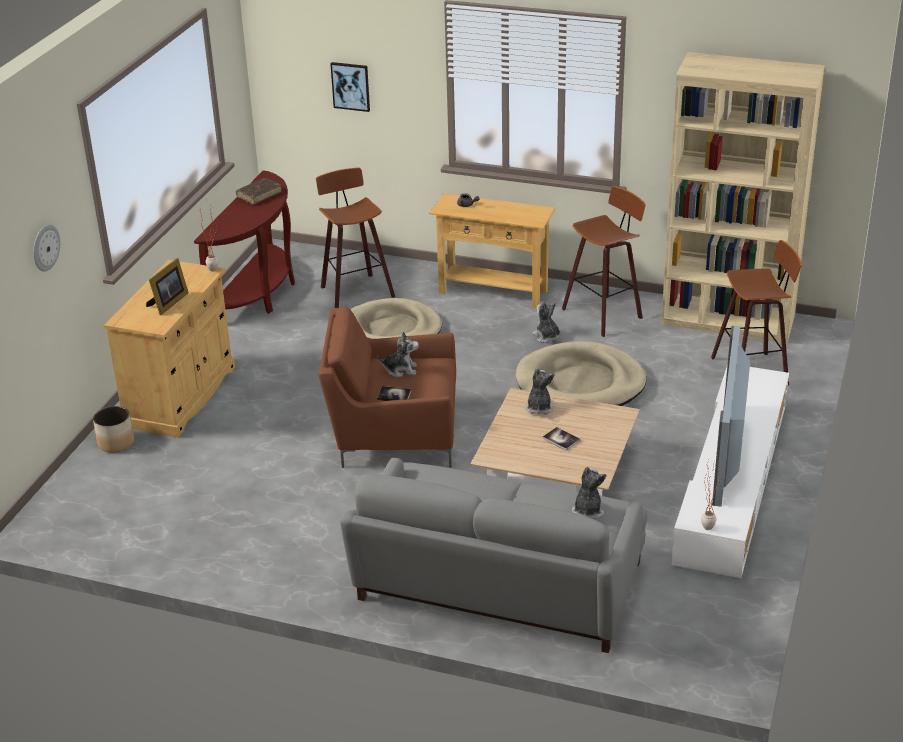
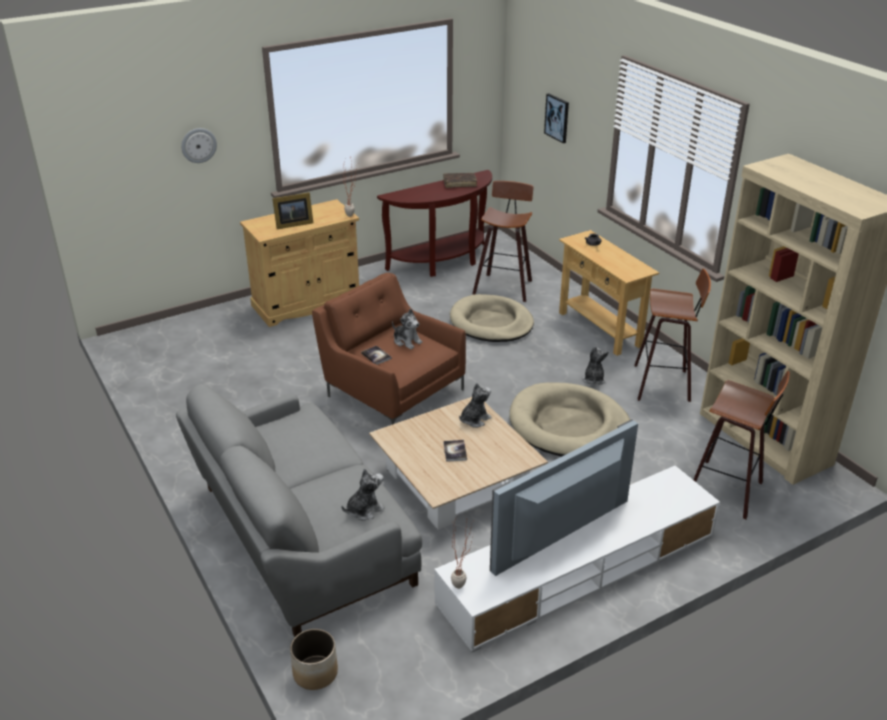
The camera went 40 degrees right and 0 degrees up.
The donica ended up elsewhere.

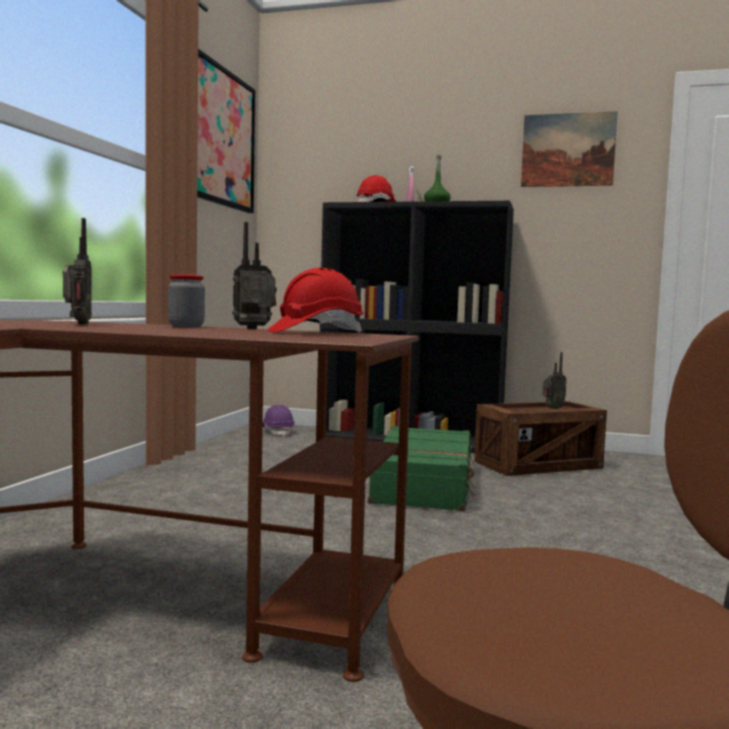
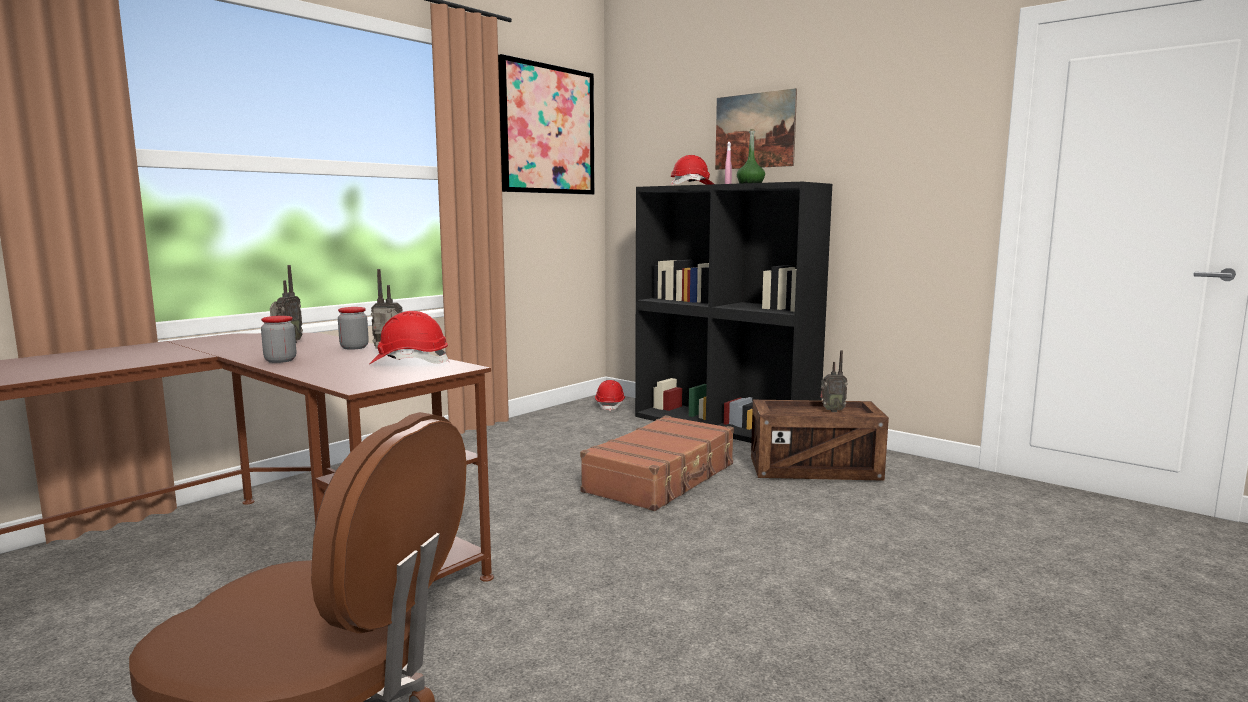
The camera went 25 degrees right and 5 degrees up.
The obraz (2nd from left) ended up elsewhere.
What was the kask [fioletowy] turned into the kask [czerwony] (2nd from left).
What was the walizka [zielony] turned into the walizka [brązowy].
The second view gained the słoik (1st from left).

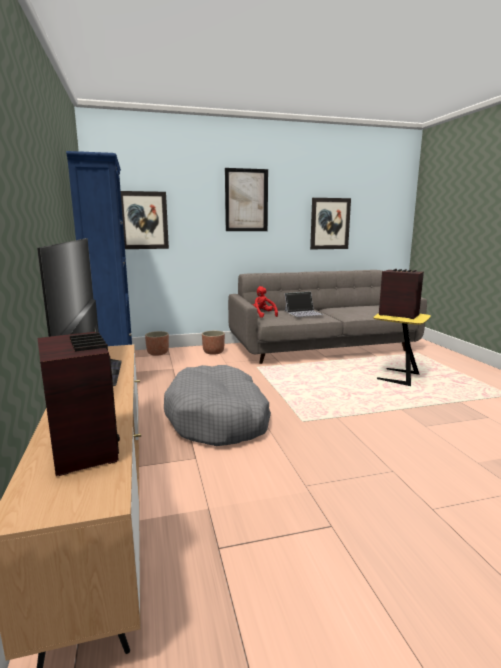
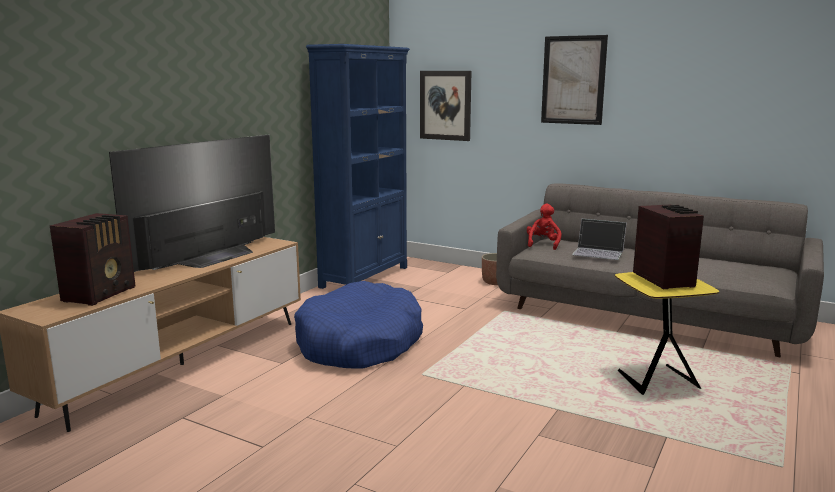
The camera went 45 degrees right and 0 degrees up.
The second view lost the obraz (3rd from left).
The second view lost the donica (1st from left).
What was the legowisko [szary] turned into the legowisko [niebieski].

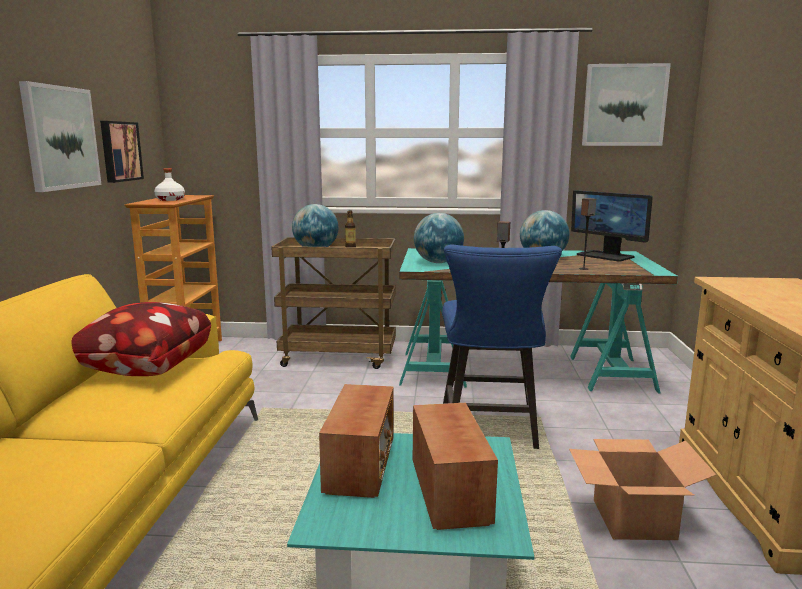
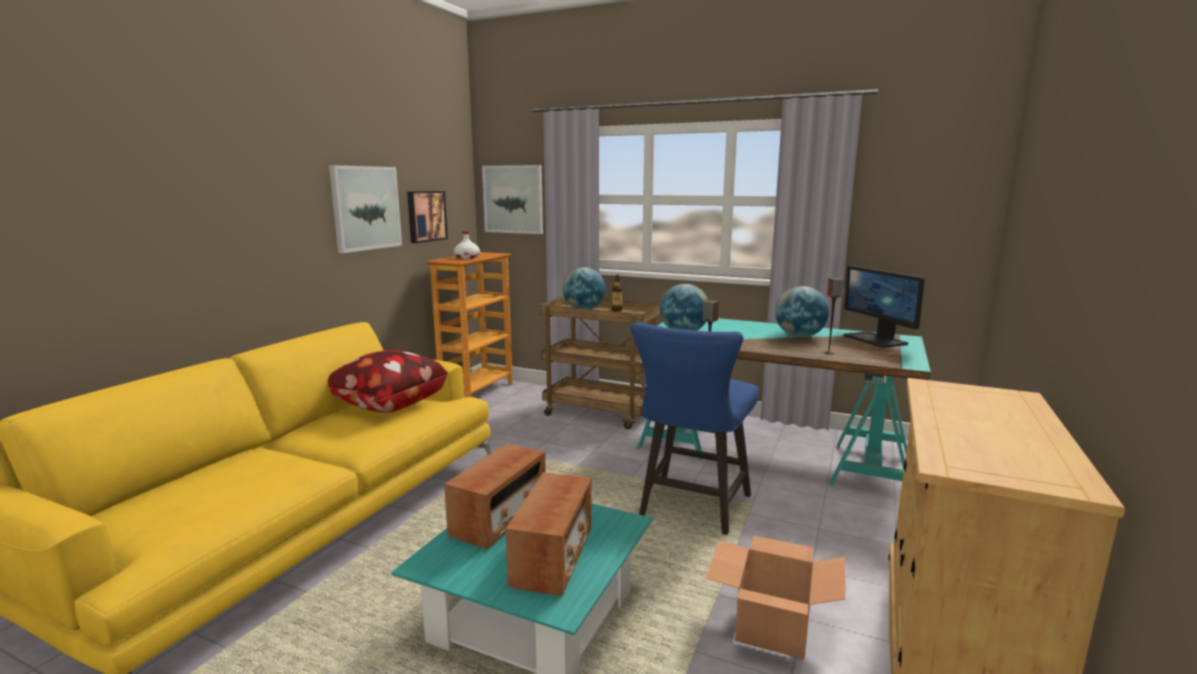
The camera went 20 degrees right and 0 degrees up.
The obraz (3rd from left) ended up elsewhere.

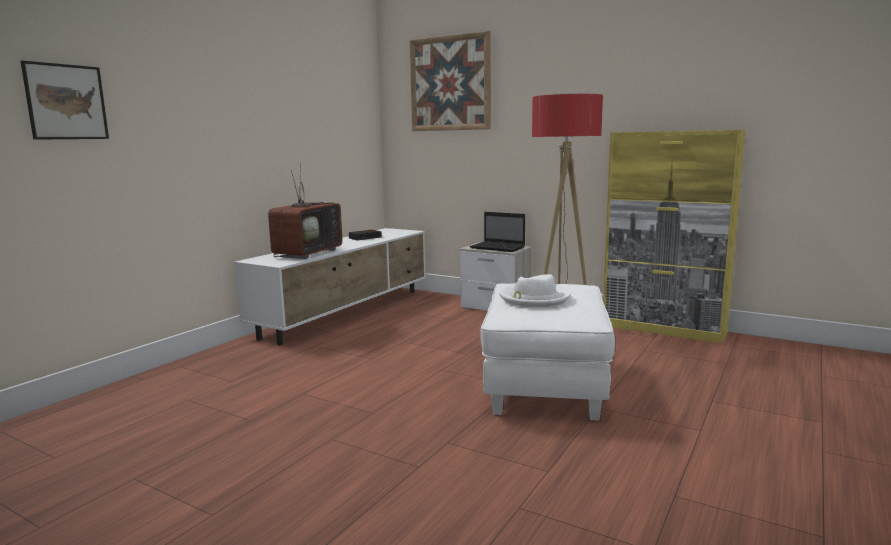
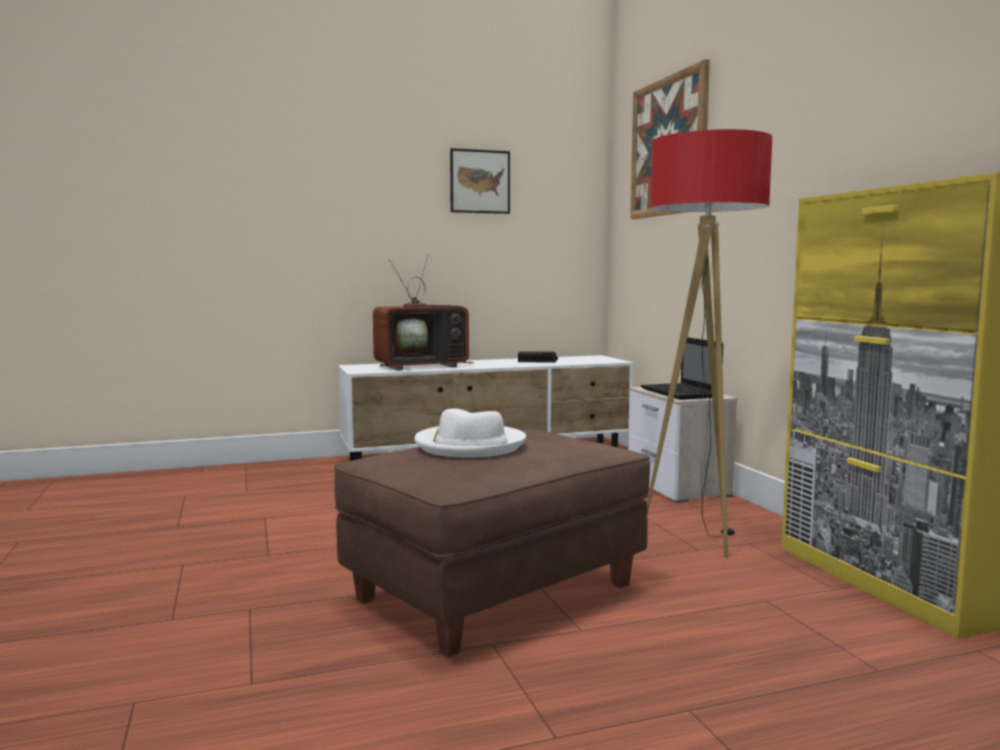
The camera went 40 degrees right and 5 degrees down.
The obraz (1st from left) ended up elsewhere.
What was the pufa [biały] turned into the pufa [brązowy].

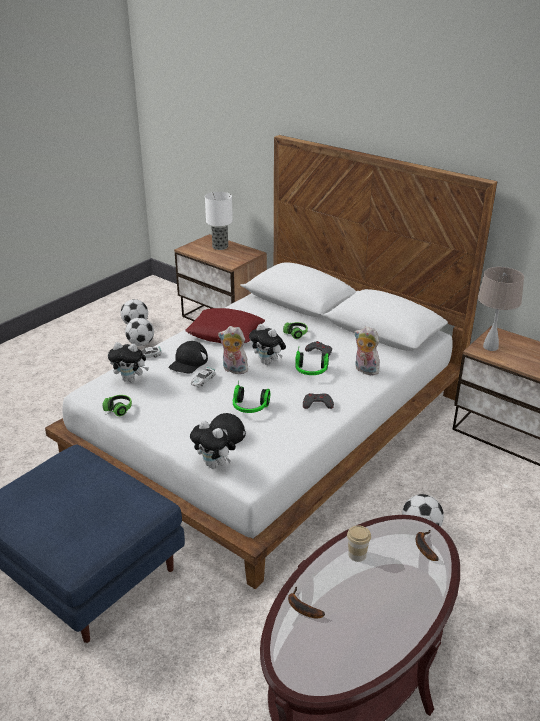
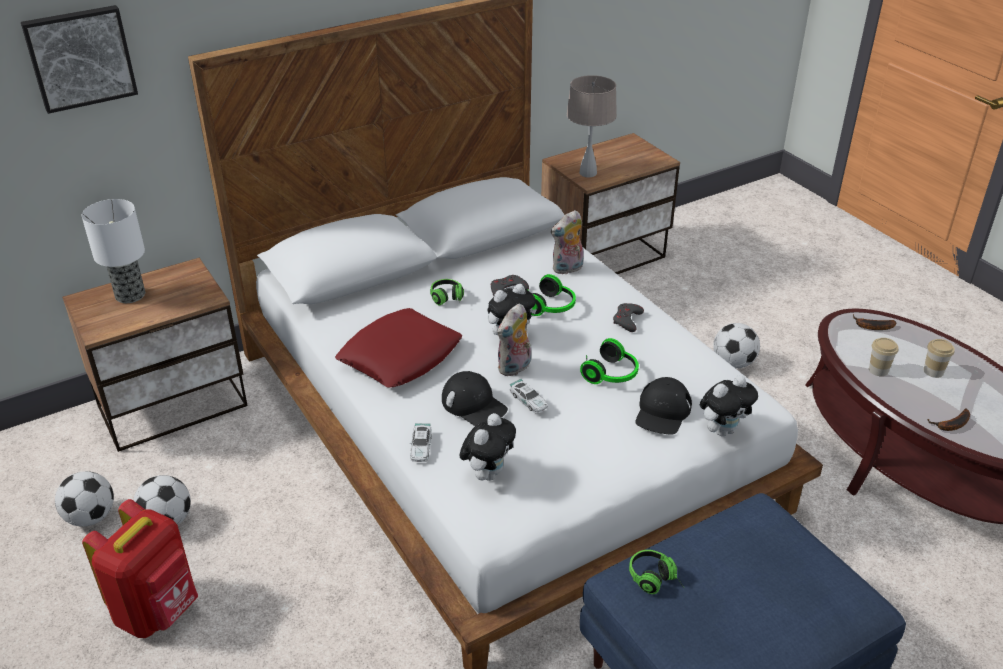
The camera went 70 degrees left and 5 degrees up.
The słuchawki (1st from left in the first image) ended up elsewhere.
The second view gained the obraz.
The second view gained the filiżanka (2nd from left).
The second view gained the plecak [czerwony].

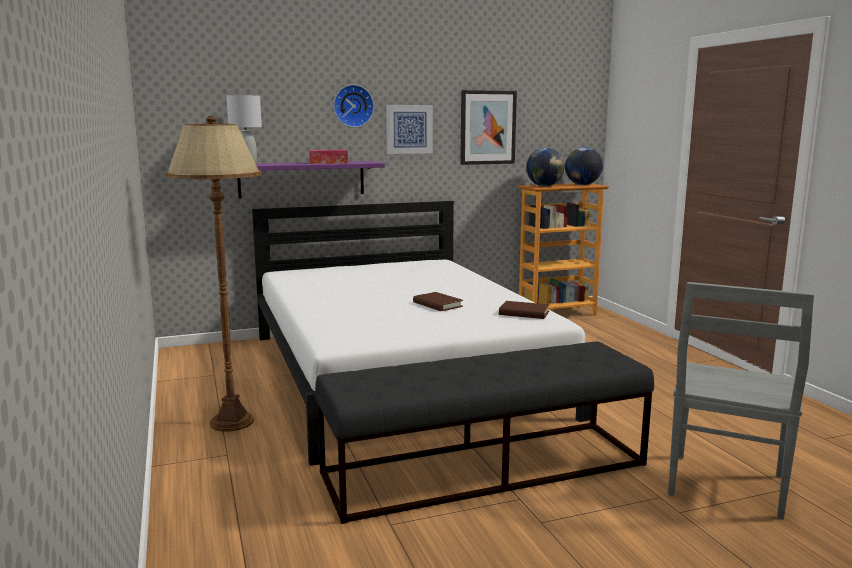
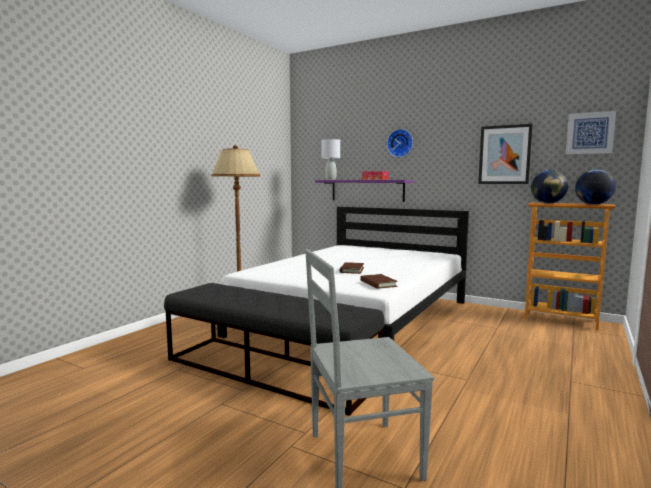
The camera went 50 degrees right and 5 degrees down.
The obraz (1st from left in the first image) ended up elsewhere.

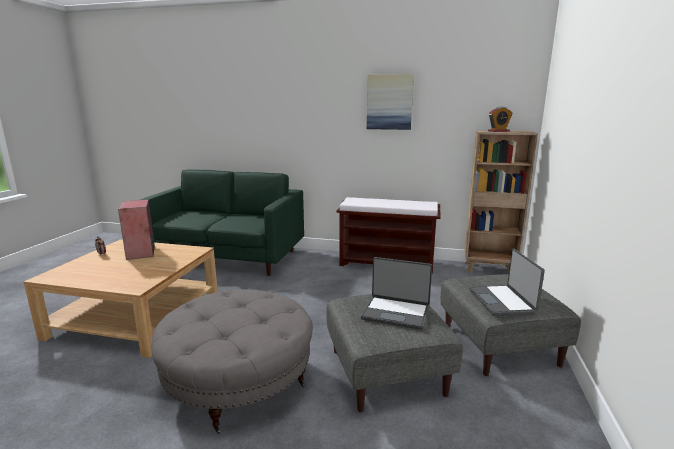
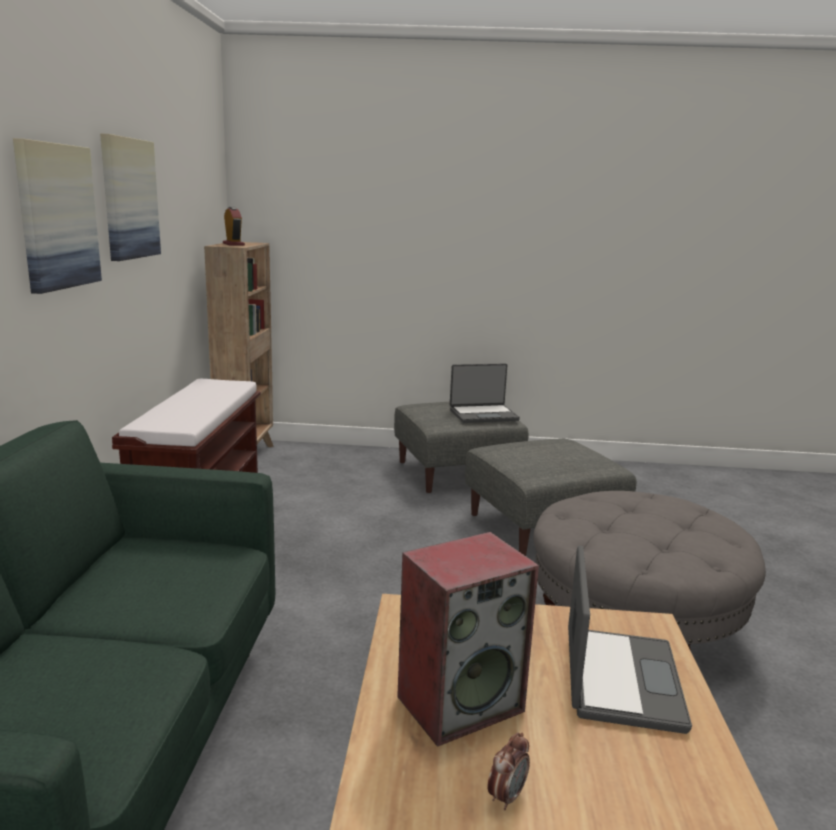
The camera went 100 degrees left and 0 degrees up.
The laptop (1st from left in the first image) ended up elsewhere.
The second view gained the obraz (1st from left).

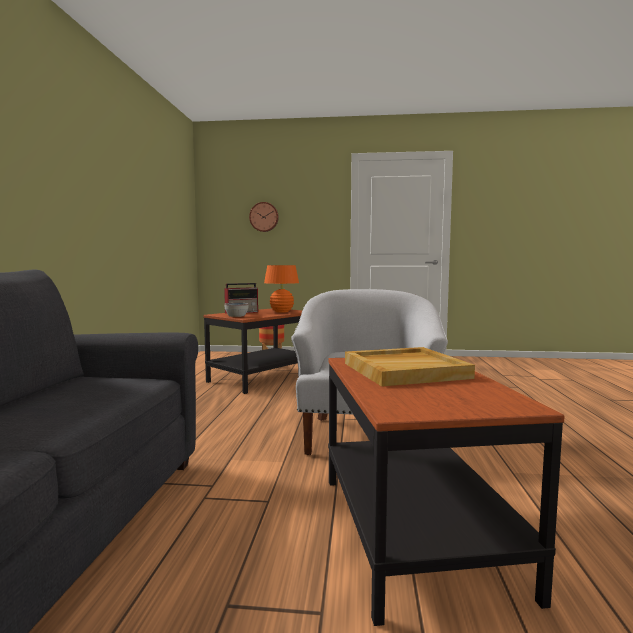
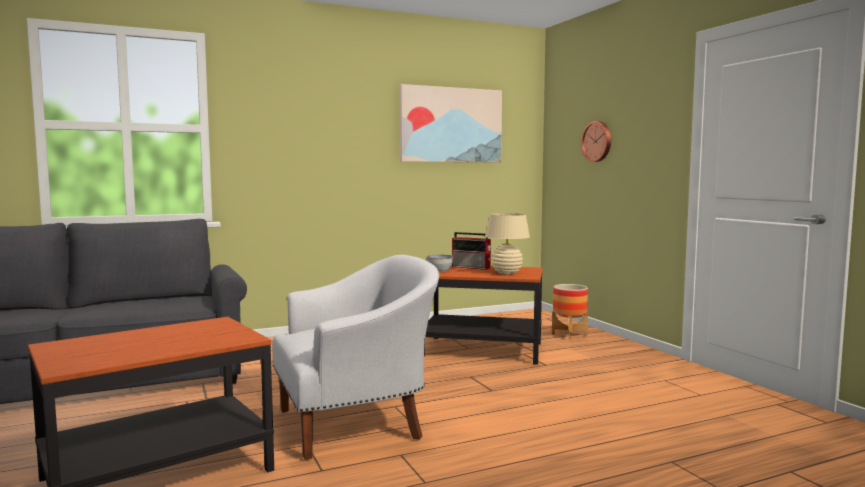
The camera went 60 degrees right and 0 degrees up.
What was the lampa stołowa [pomarańczowy] turned into the lampa stołowa [beżowy].
The second view lost the taca [beżowy].
The second view gained the obraz.

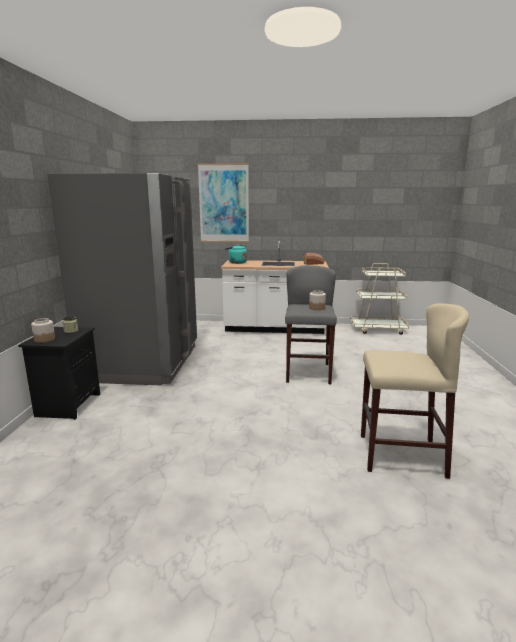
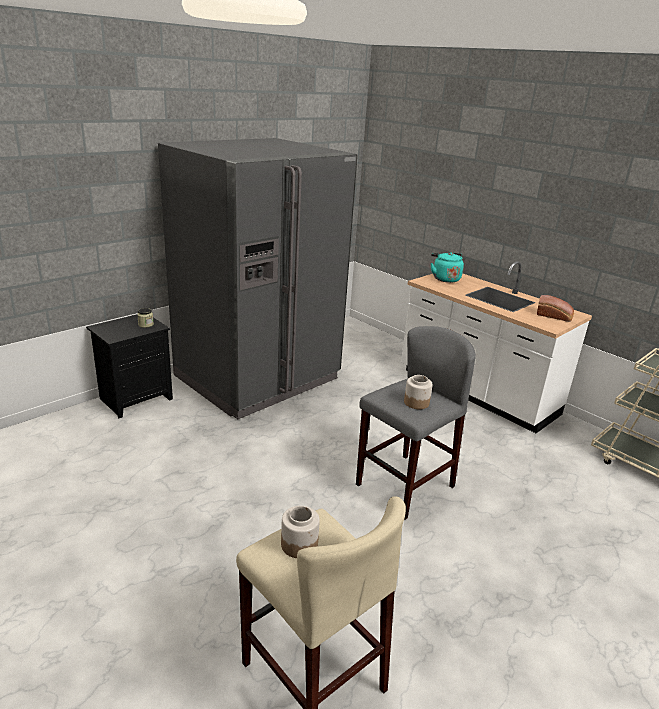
The camera went 40 degrees right and 10 degrees up.
The second view lost the obraz.
The słoik (1st from left in the first image) ended up elsewhere.

